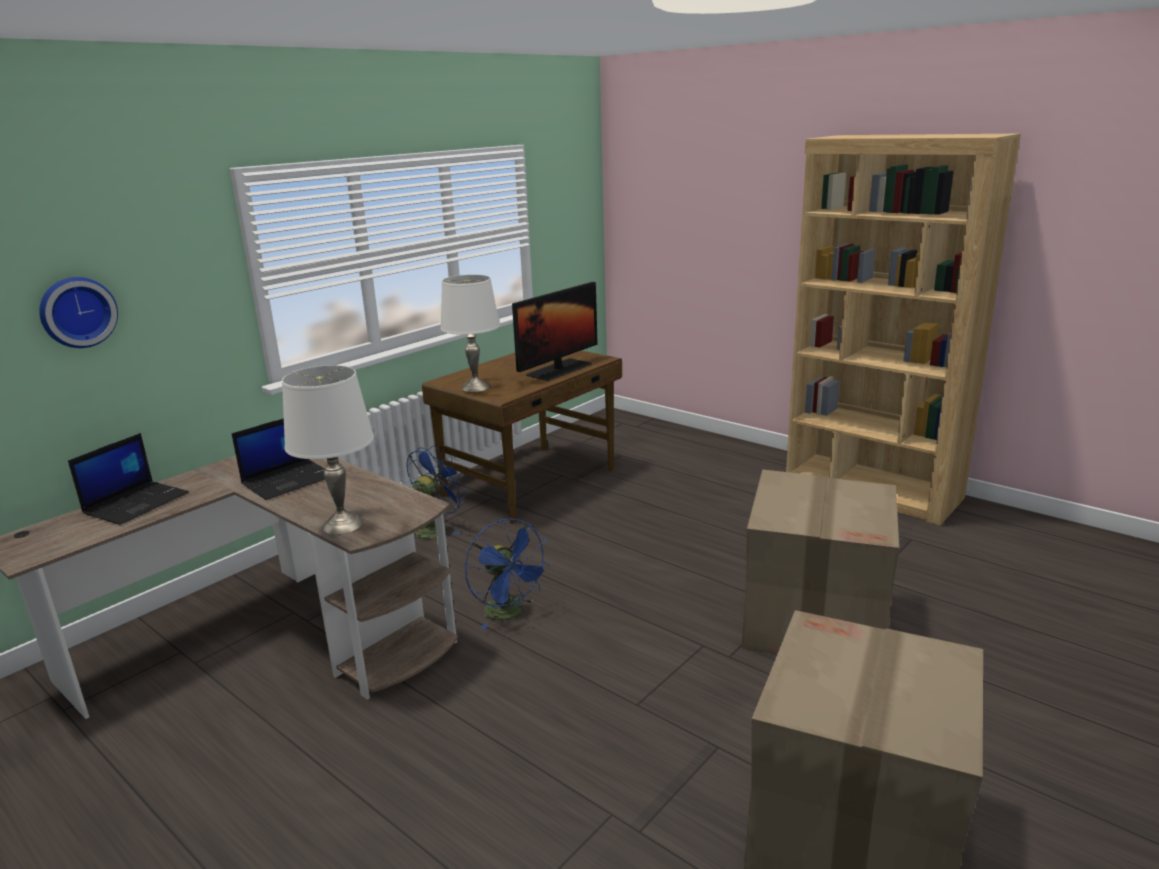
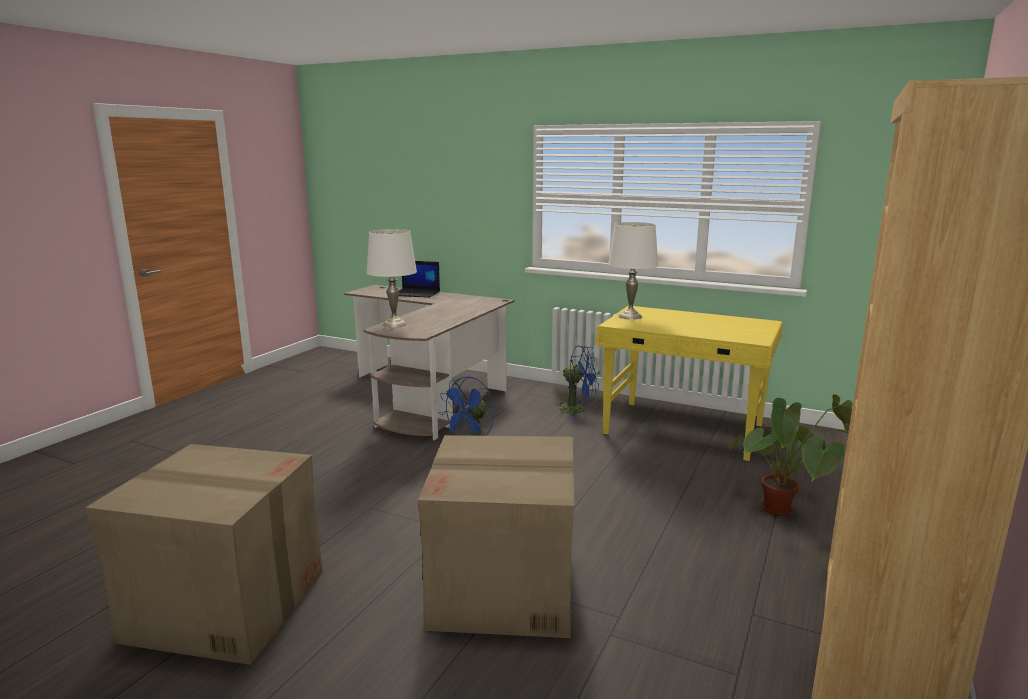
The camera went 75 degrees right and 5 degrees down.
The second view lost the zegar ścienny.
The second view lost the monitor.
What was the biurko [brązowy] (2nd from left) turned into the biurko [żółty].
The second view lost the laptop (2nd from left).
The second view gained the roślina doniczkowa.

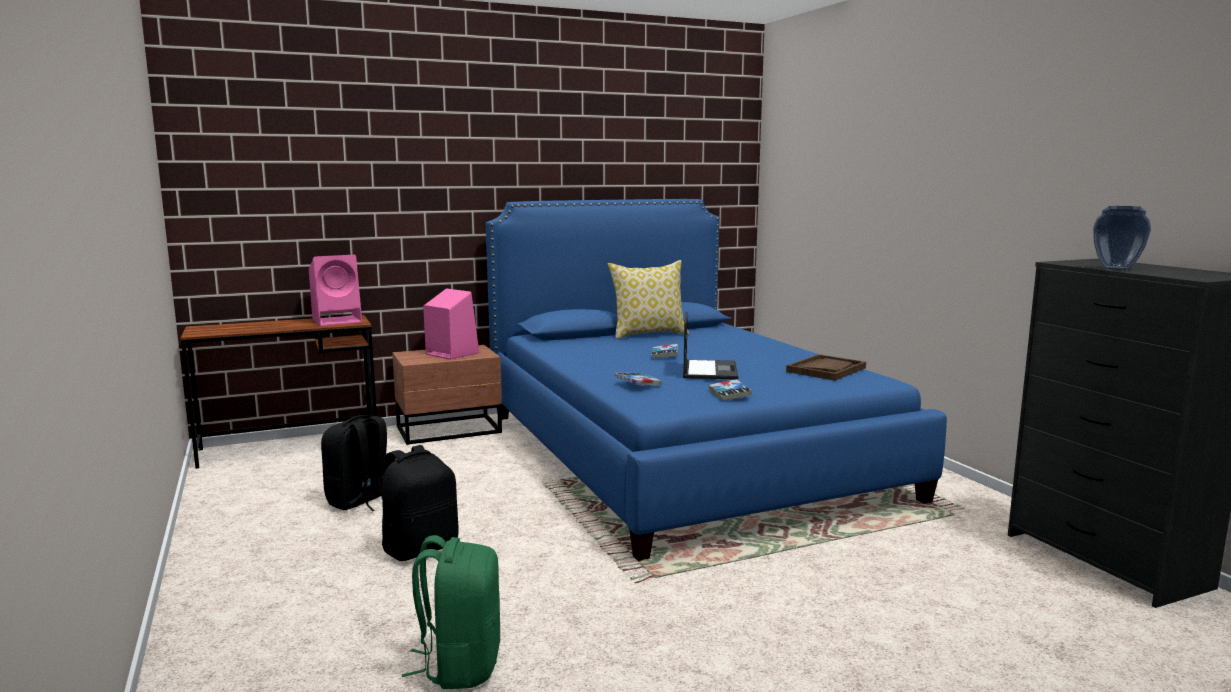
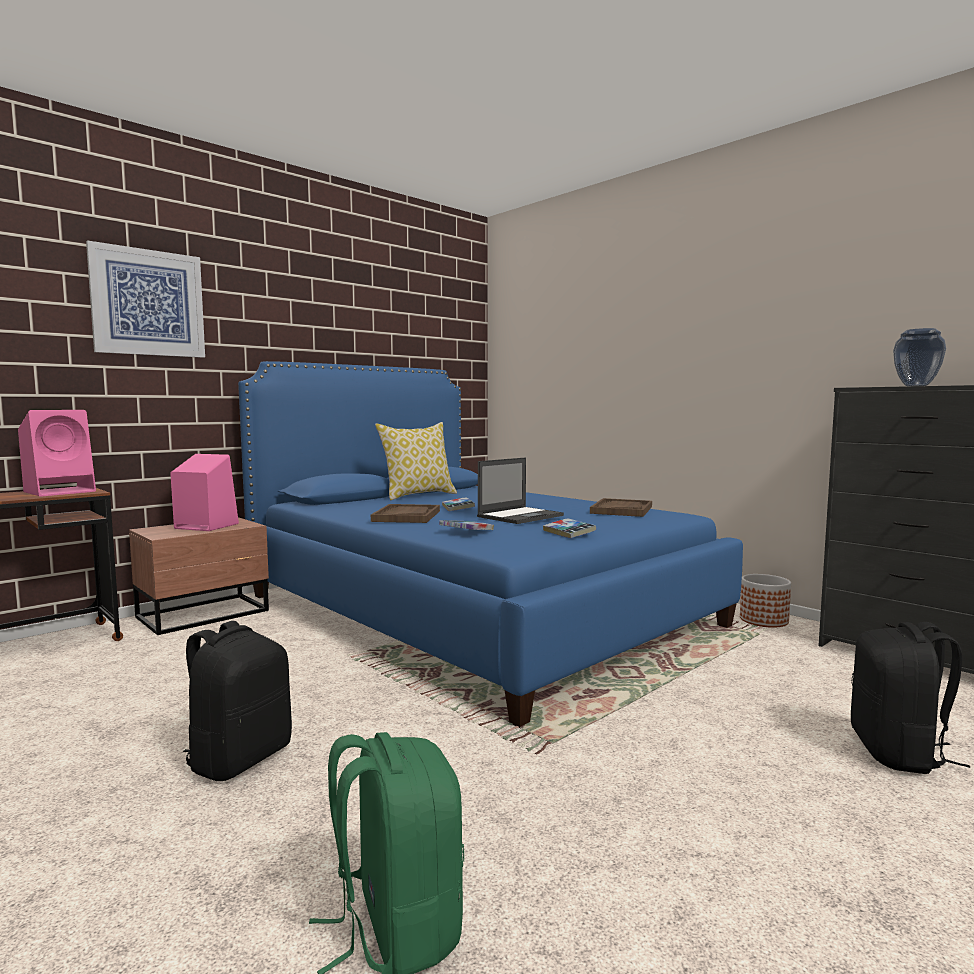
The camera went 20 degrees left and 5 degrees down.
The laptop ended up facing another way, 60 degrees clockwise from before.
The plecak [czarny] (1st from left in the first image) ended up elsewhere.
The second view gained the obraz.
The second view gained the taca [brązowy] (1st from left).
The second view gained the donica.

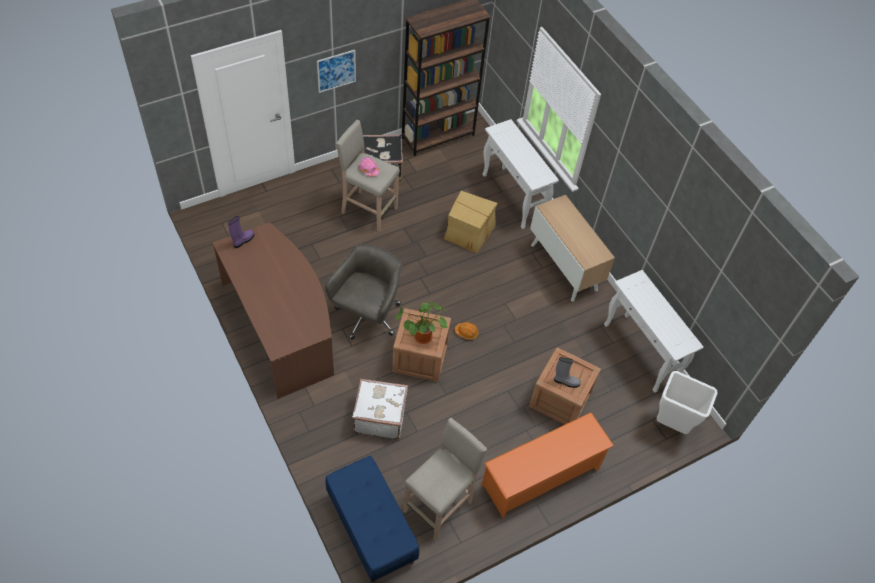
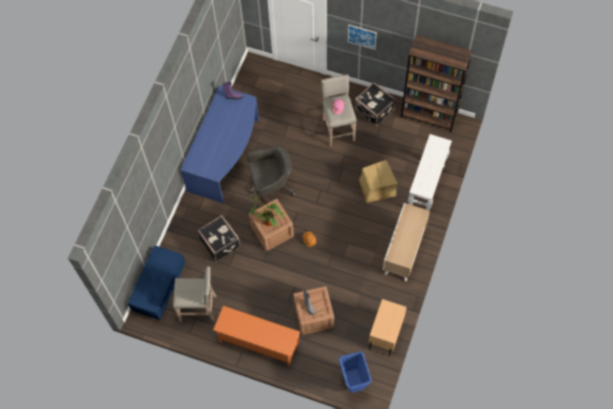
The camera went 55 degrees right and 10 degrees up.
What was the biurko [brązowy] turned into the biurko [niebieski].
Where the stolik konsolowy [biały] (2nd from left) stood, the szafka nocna [beżowy] came to stand.
What was the kosz na śmieci [biały] turned into the kosz na śmieci [niebieski].
What was the walizka [biały] turned into the walizka [czarny] (1st from left).

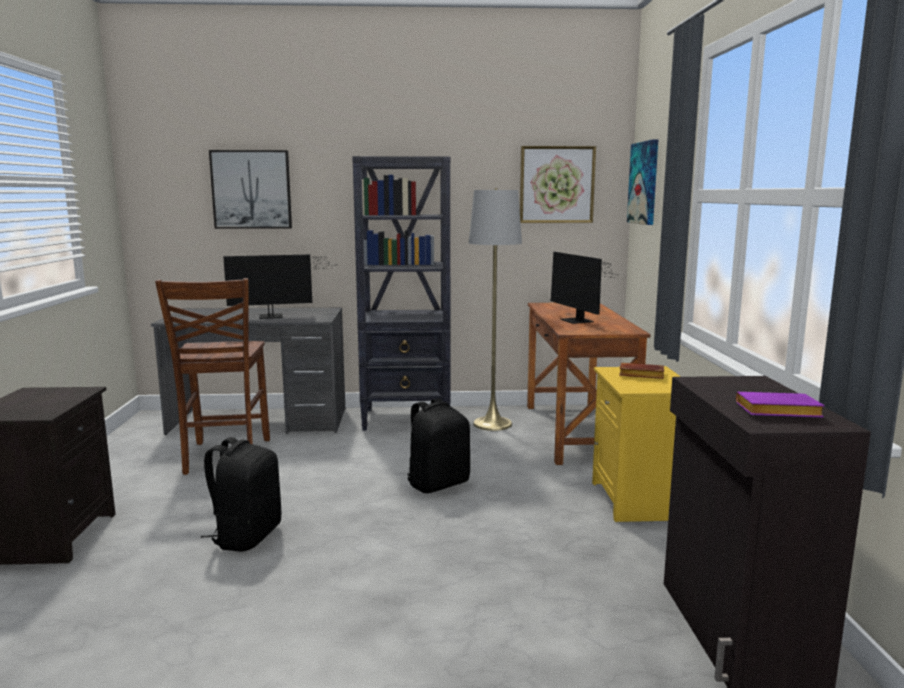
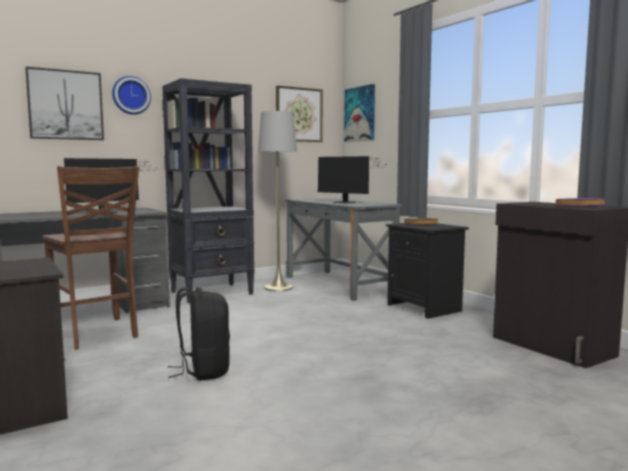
The camera went 30 degrees left and 5 degrees down.
What was the biurko [brązowy] turned into the biurko [szary] (2nd from left).
What was the szafka nocna [żółty] turned into the szafka nocna [czarny] (2nd from left).
The second view lost the plecak [czarny] (2nd from left).
The second view gained the zegar ścienny.

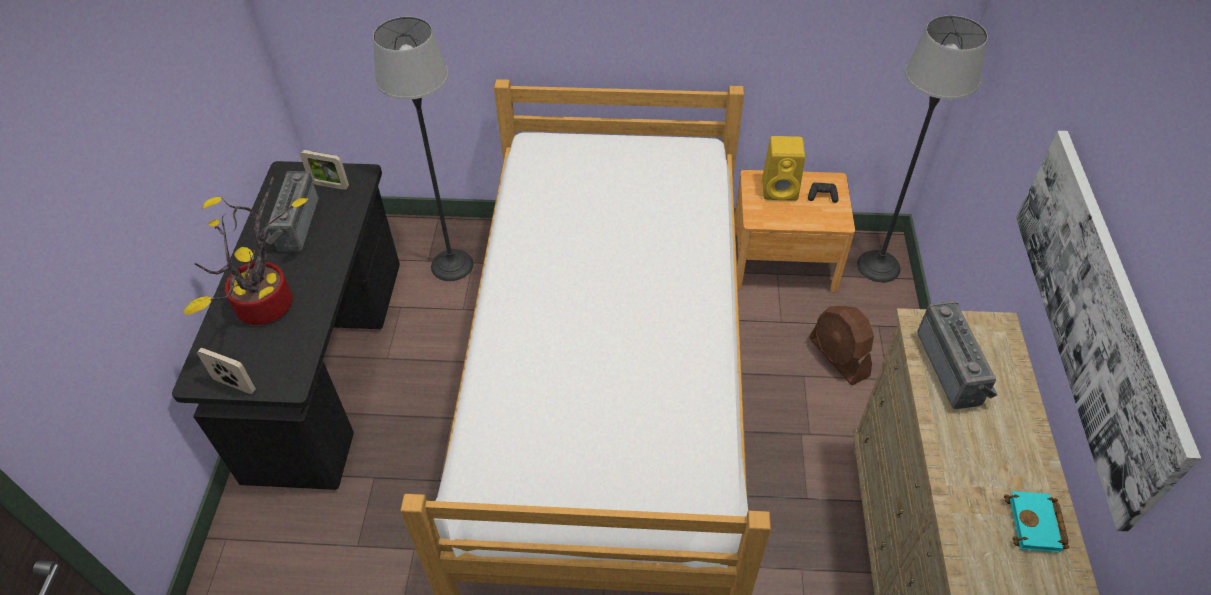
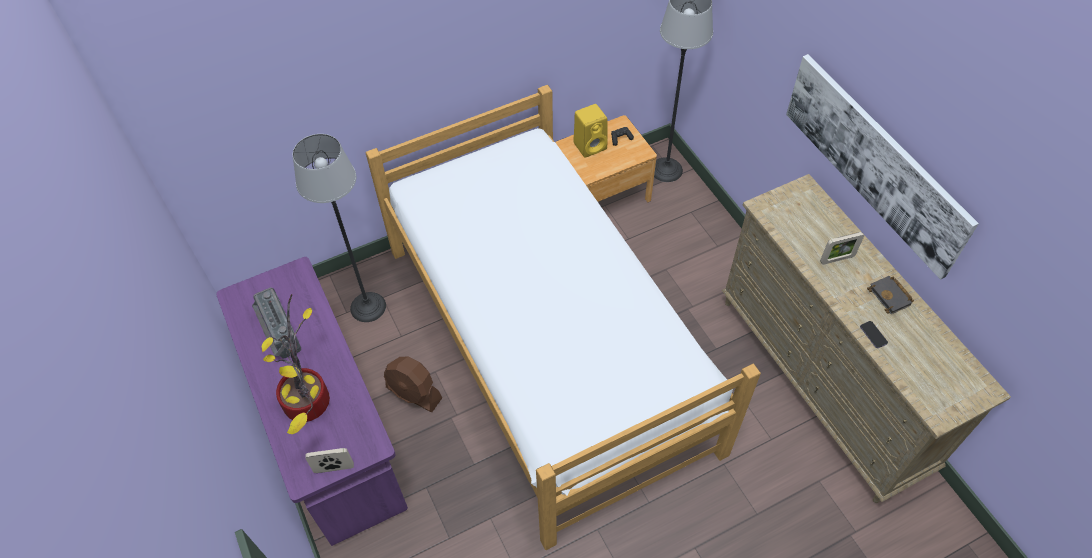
The camera went 30 degrees left and 5 degrees up.
The ramka na zdjęcie (2nd from left) ended up elsewhere.
What was the biurko [czarny] turned into the biurko [fioletowy].
The second view lost the radio (2nd from left).
The wentylator [brązowy] ended up elsewhere.
What was the książka [turkusowy] turned into the książka [czarny].
The second view gained the telefon.

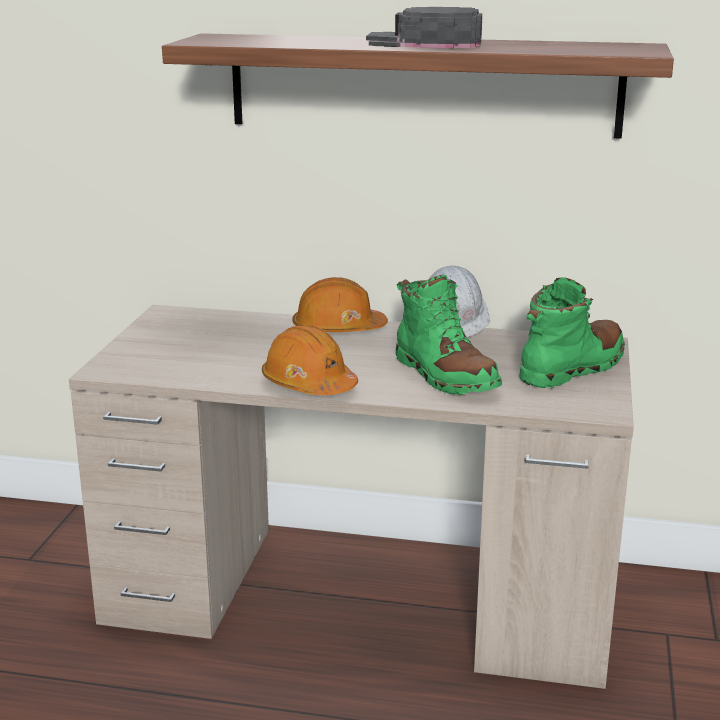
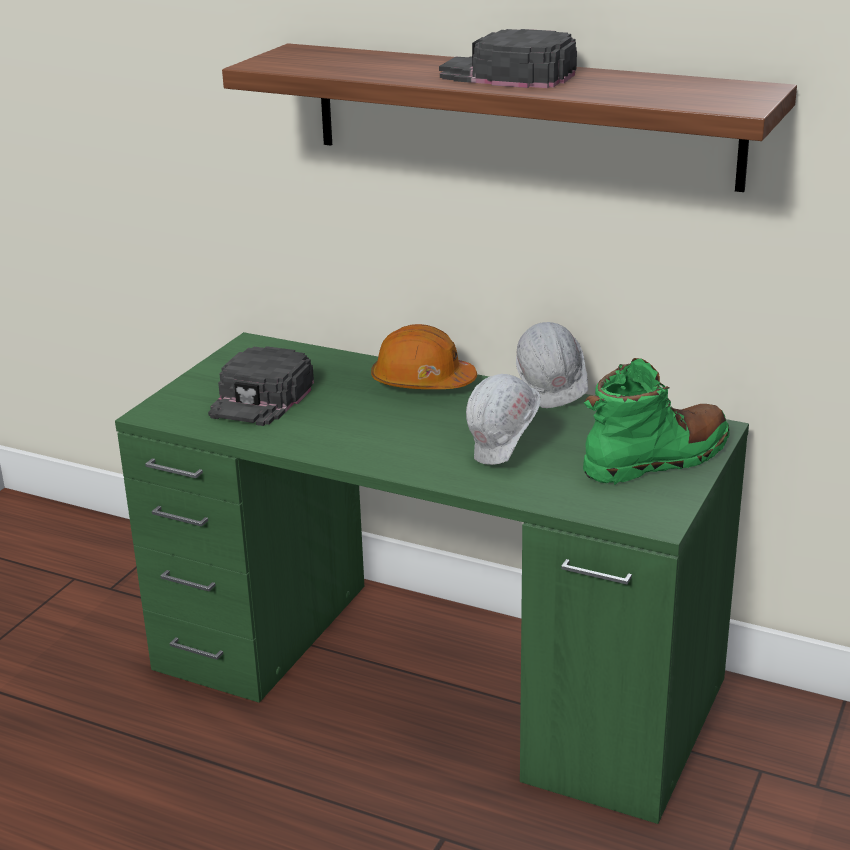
The camera went 15 degrees right and 5 degrees up.
Where the but z cholewką [zielony] (1st from left) stood, the kask [biały] (1st from left) came to stand.
What was the biurko [beżowy] turned into the biurko [zielony].
The second view lost the kask [pomarańczowy] (1st from left).
The second view gained the czapka z daszkiem [czarny] (1st from left).

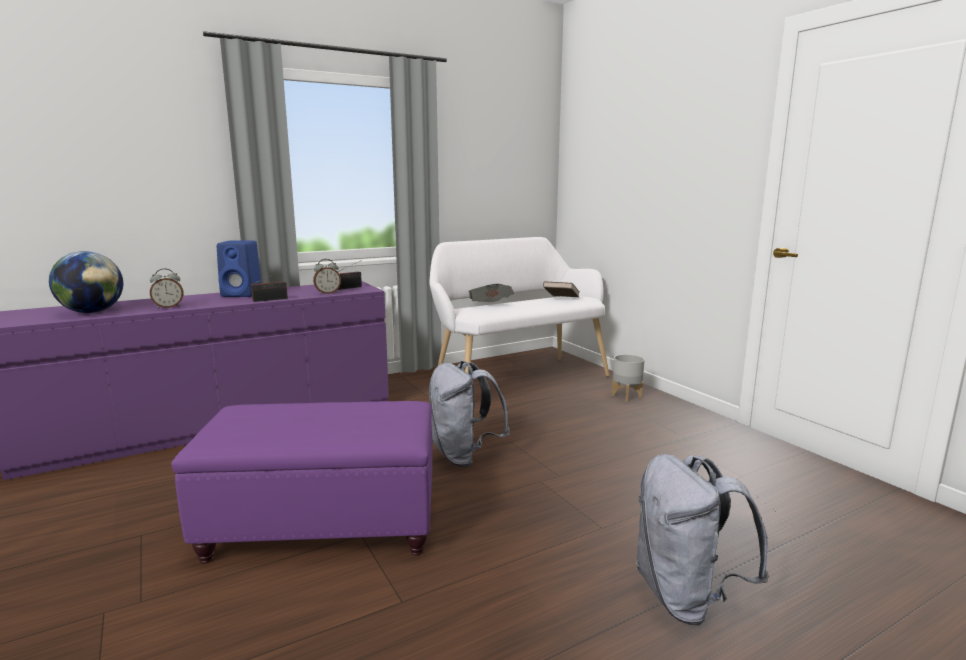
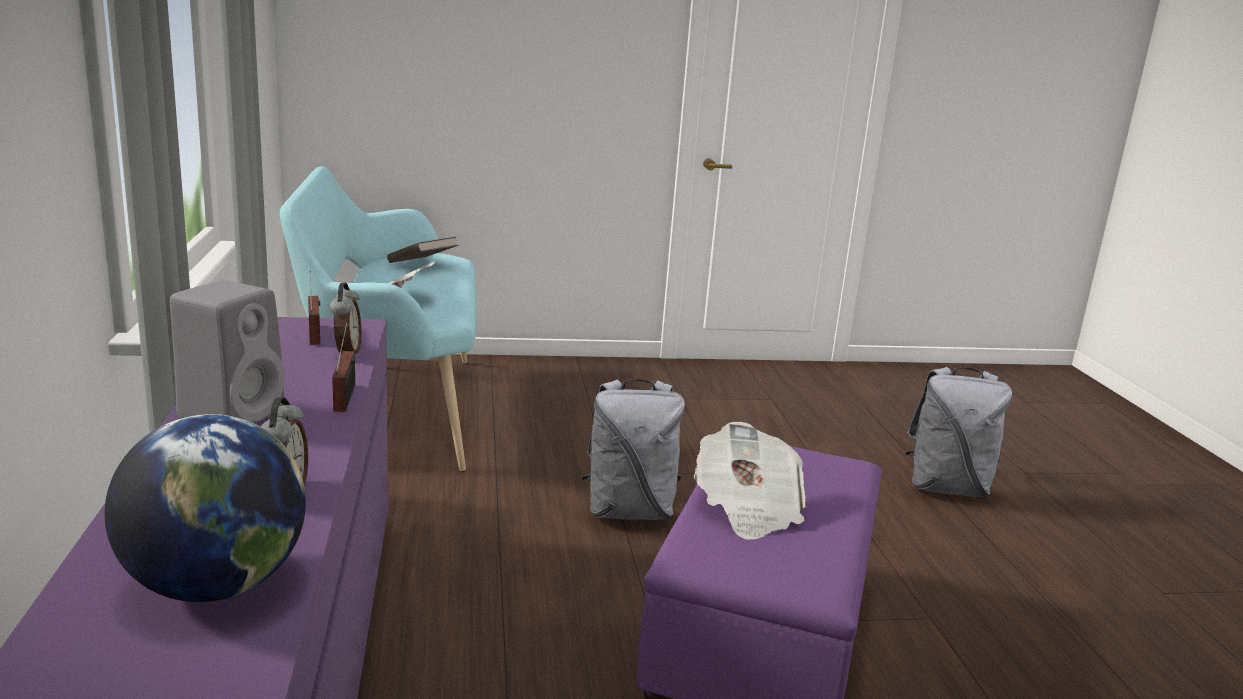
The camera went 70 degrees left and 5 degrees up.
What was the ławka [biały] turned into the ławka [turkusowy].
What was the głośnik [niebieski] turned into the głośnik [szary].
The second view lost the donica [szary].
The second view gained the gazeta (2nd from left).

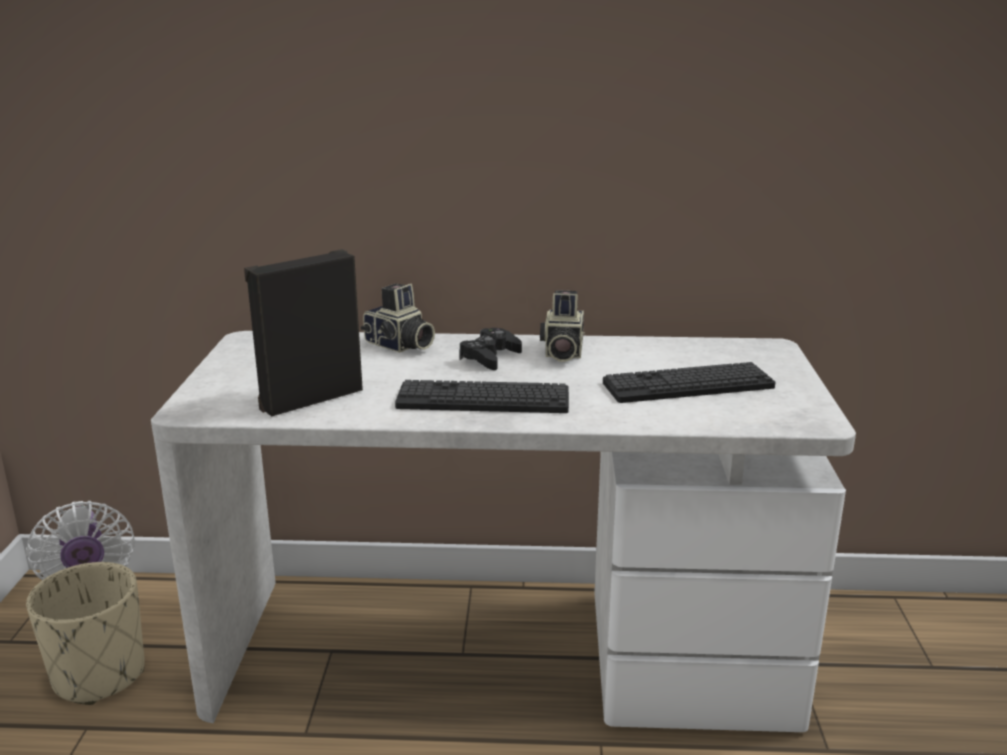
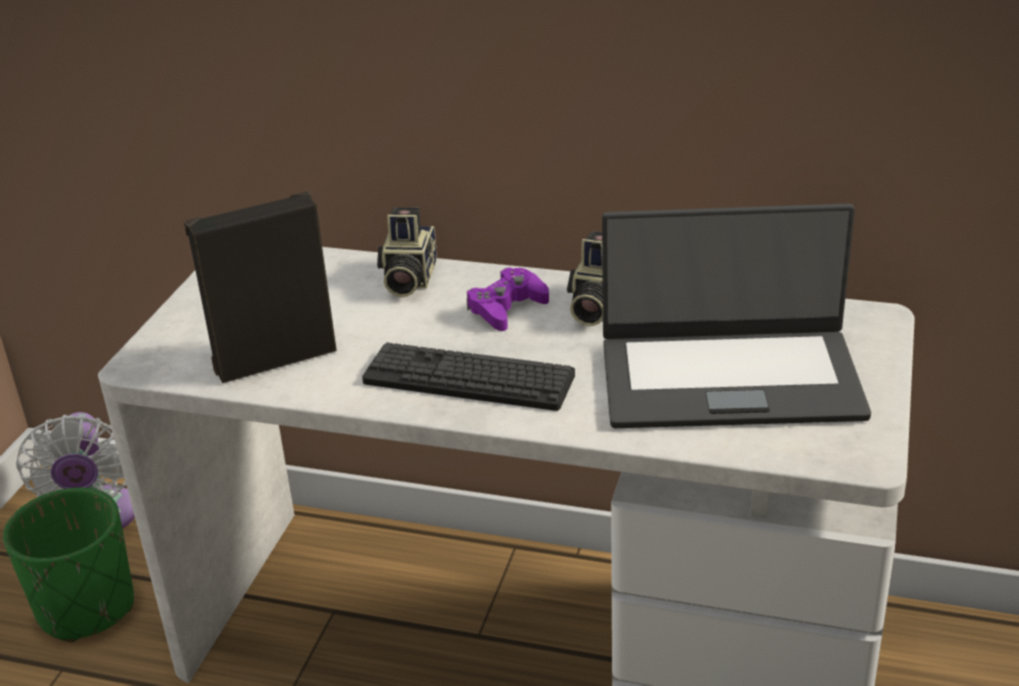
The camera went 15 degrees right and 10 degrees up.
The aparat fotograficzny (1st from left) ended up facing another way, 45 degrees clockwise from before.
What was the pad do gier [czarny] turned into the pad do gier [fioletowy].
Where the klawiatura (2nd from left) stood, the laptop came to stand.
What was the donica [beżowy] turned into the donica [zielony].

